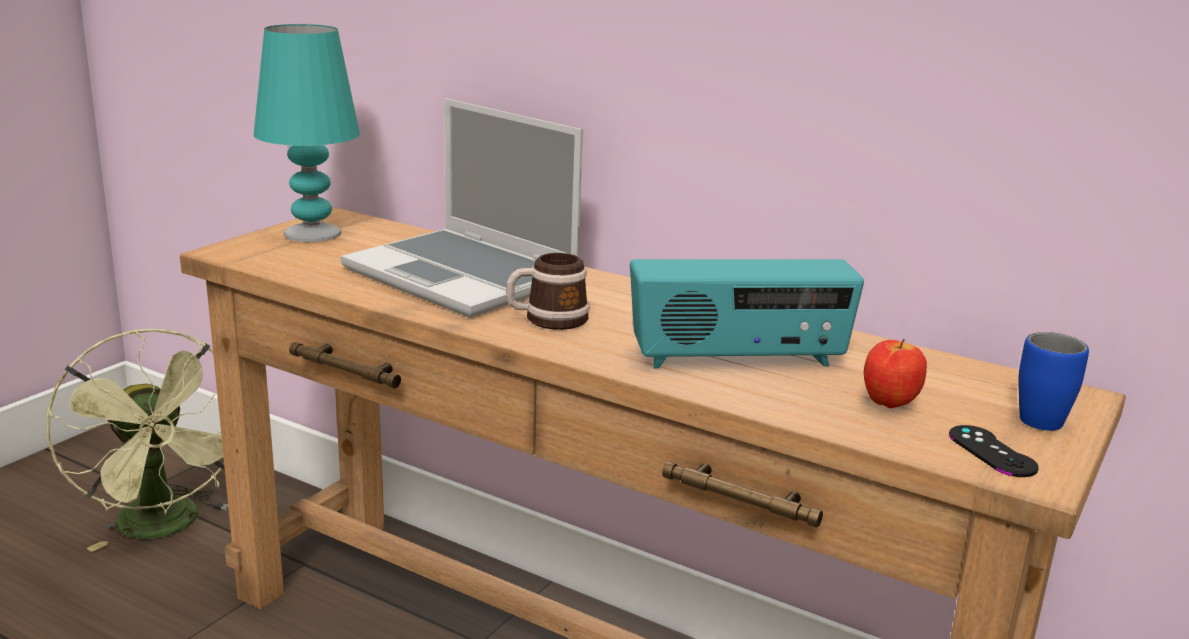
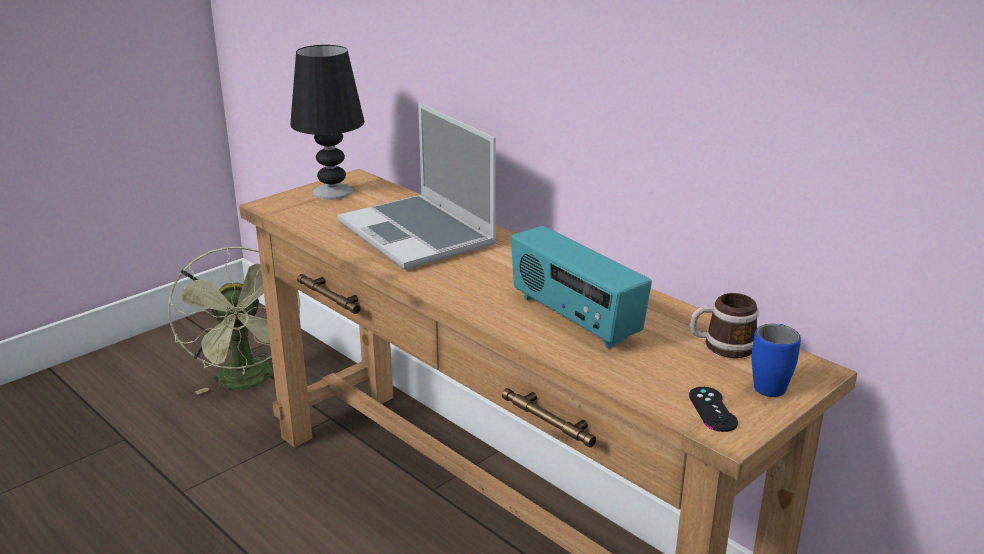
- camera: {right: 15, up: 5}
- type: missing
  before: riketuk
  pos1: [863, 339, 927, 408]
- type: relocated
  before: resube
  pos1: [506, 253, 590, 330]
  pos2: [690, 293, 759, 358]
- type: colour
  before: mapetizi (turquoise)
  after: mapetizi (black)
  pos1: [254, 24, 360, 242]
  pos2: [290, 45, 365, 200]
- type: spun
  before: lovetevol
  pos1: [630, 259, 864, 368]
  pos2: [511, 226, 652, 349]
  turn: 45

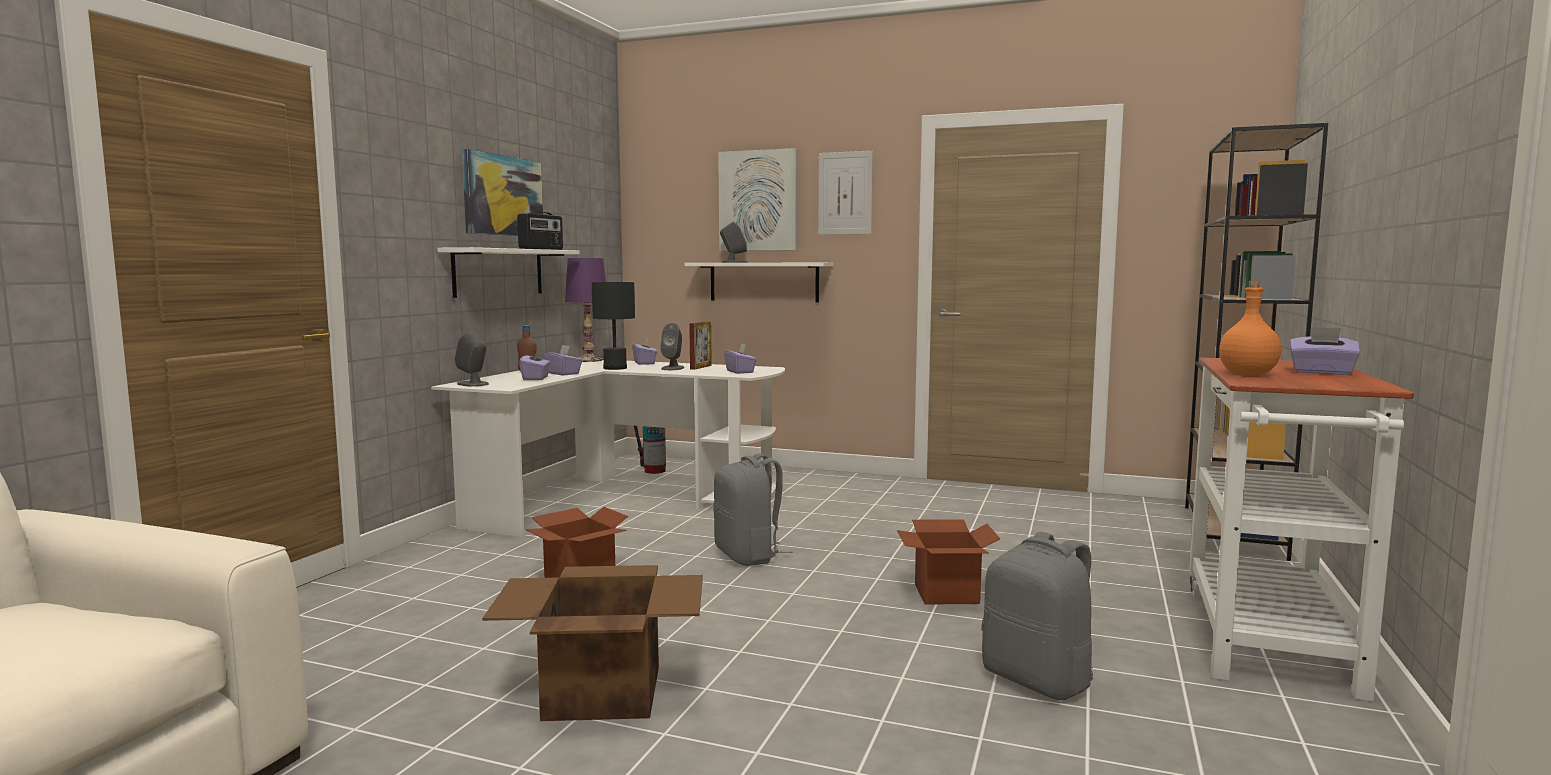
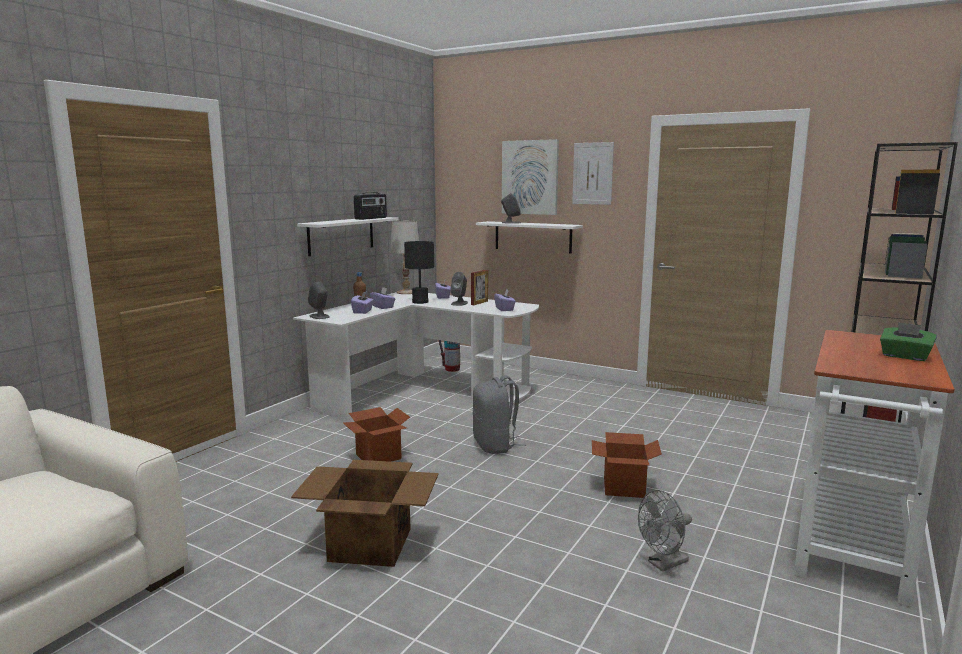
- camera: {right: 10, up: 5}
- type: missing
  before: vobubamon
  pos1: [462, 149, 543, 236]
- type: missing
  before: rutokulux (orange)
  pos1: [1219, 280, 1281, 375]
- type: exchanged
  before: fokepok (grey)
  after: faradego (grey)
  pos1: [982, 532, 1093, 700]
  pos2: [638, 490, 692, 572]
- type: colour
  before: mapetizi (purple)
  after: mapetizi (white)
  pos1: [565, 258, 606, 362]
  pos2: [390, 221, 419, 294]
- type: colour
  before: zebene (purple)
  after: zebene (green)
  pos1: [1290, 327, 1360, 375]
  pos2: [880, 322, 937, 361]

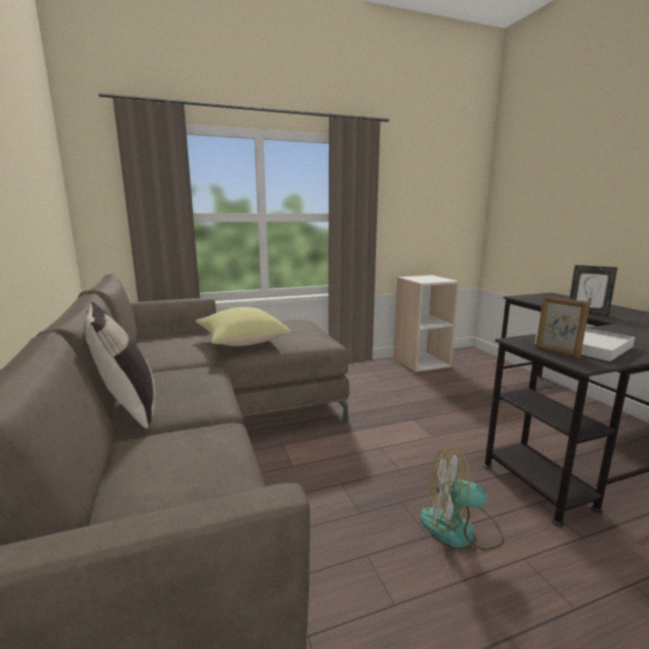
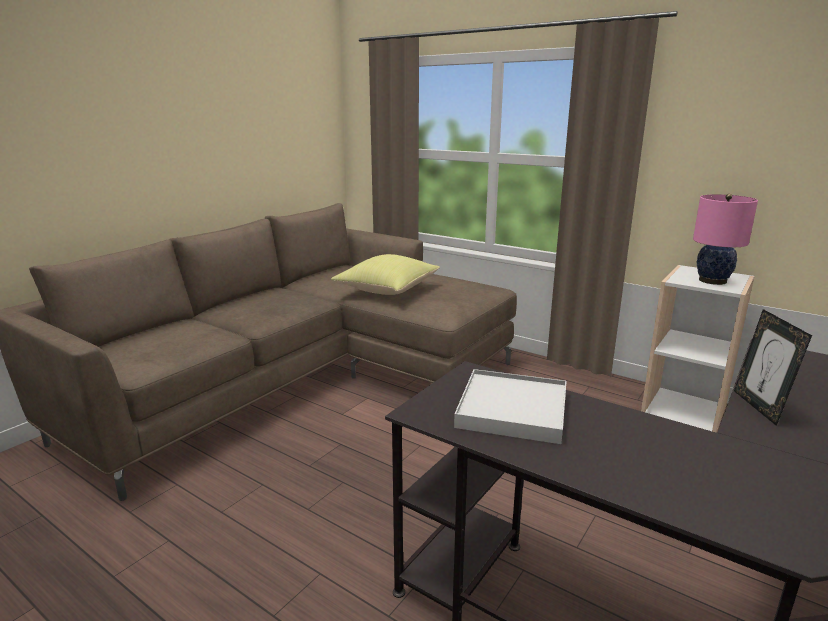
- camera: {right: 55, up: 5}
- type: missing
  before: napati
  pos1: [85, 301, 155, 429]
- type: missing
  before: faradego
  pos1: [420, 447, 504, 551]
- type: missing
  before: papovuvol
  pos1: [536, 296, 590, 358]
- type: appeared
  after: mapetizi (pink)
  pos2: [693, 194, 758, 285]

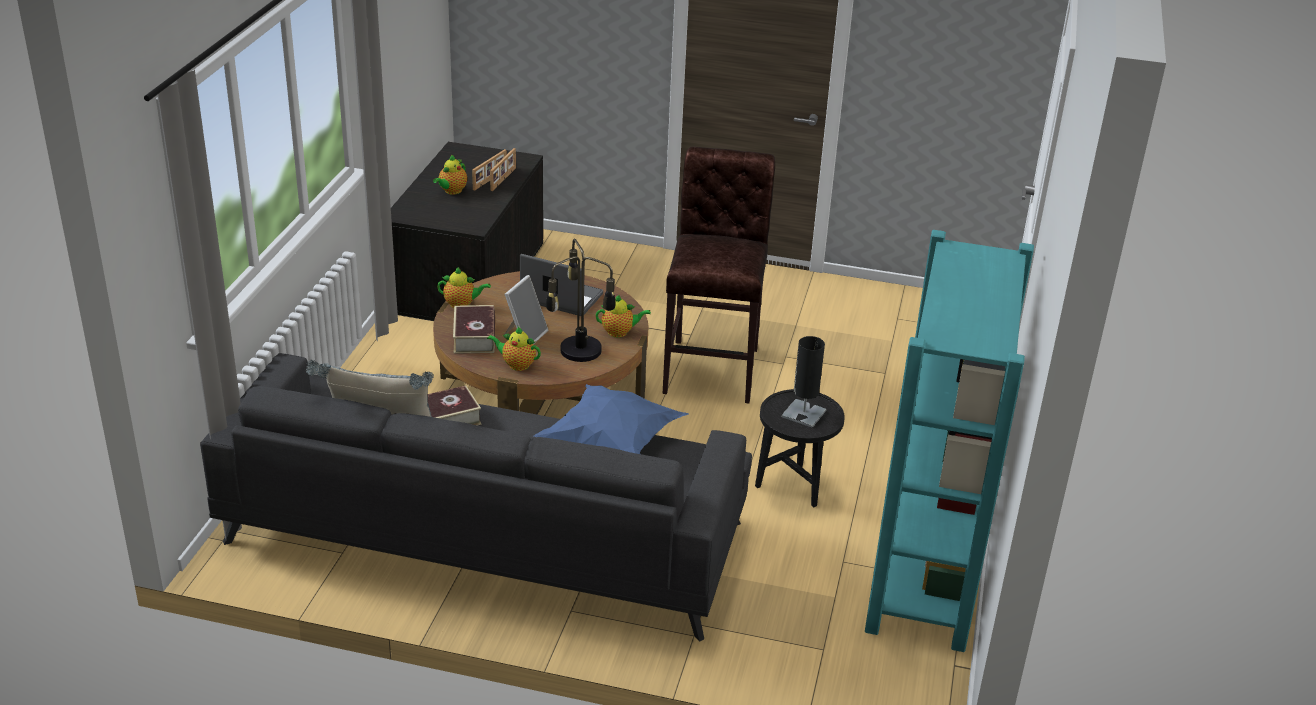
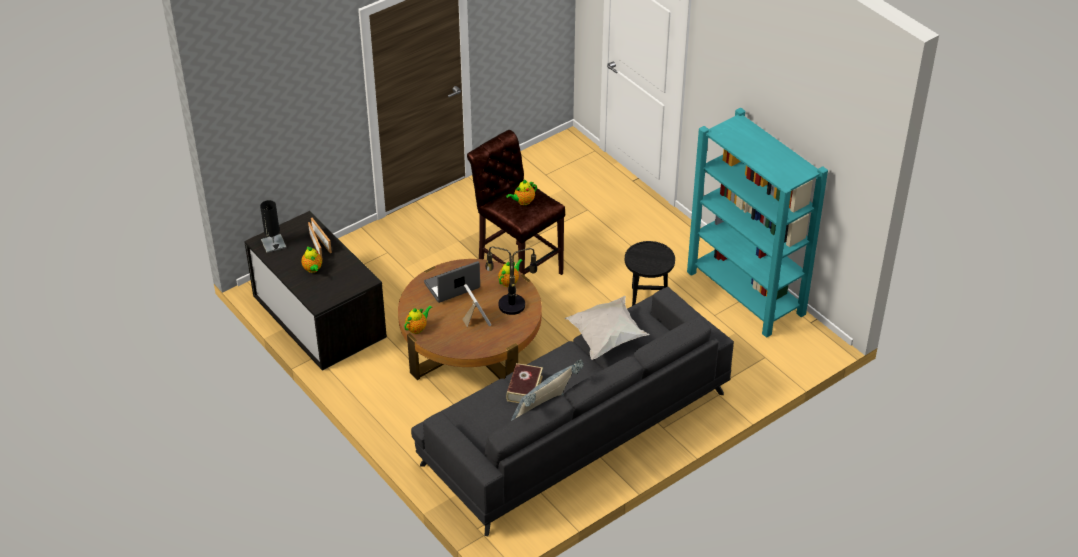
- camera: {right: -50, up: 10}
- type: missing
  before: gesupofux
  pos1: [453, 305, 495, 354]
- type: relocated
  before: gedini
  pos1: [487, 327, 541, 371]
  pos2: [506, 179, 537, 205]
- type: relocated
  before: mapetizi (black)
  pos1: [782, 336, 826, 428]
  pos2: [260, 200, 286, 253]
- type: colour
  before: napati (blue)
  after: napati (white)
  pos1: [534, 384, 689, 454]
  pos2: [565, 296, 650, 360]

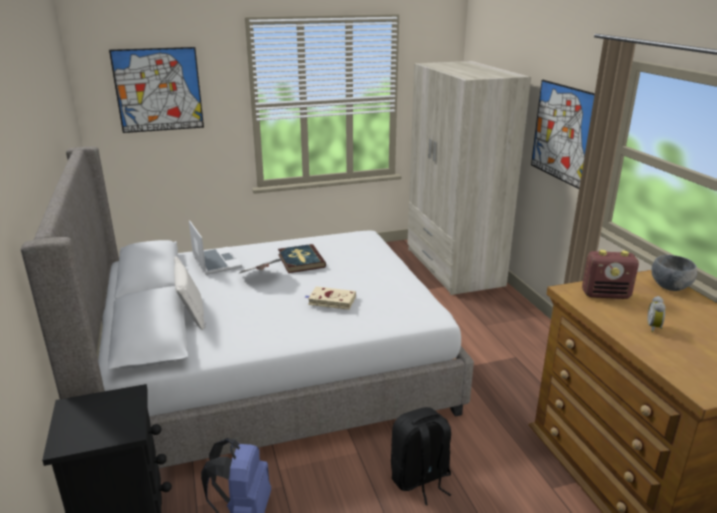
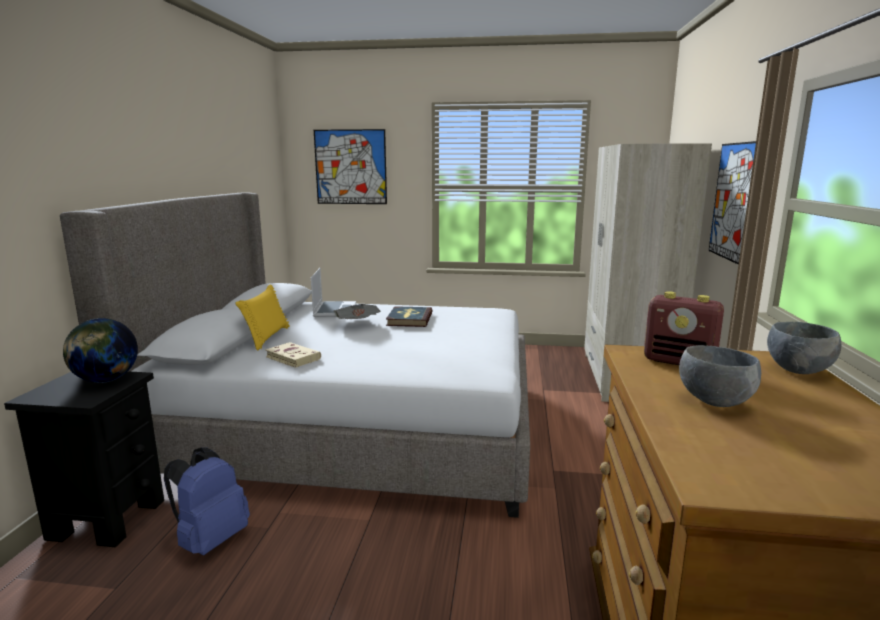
- camera: {right: 25, up: -10}
- type: missing
  before: fokepok (black)
  pos1: [391, 407, 451, 505]
- type: appeared
  after: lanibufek
  pos2: [63, 318, 138, 383]
- type: relocated
  before: gesupofux (beige)
  pos1: [304, 287, 356, 310]
  pos2: [265, 342, 321, 368]
- type: exchanged
  before: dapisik
  after: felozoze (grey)
  pos1: [648, 296, 666, 332]
  pos2: [679, 345, 761, 407]
- type: colour
  before: napati (white)
  after: napati (yellow)
  pos1: [174, 256, 206, 330]
  pos2: [235, 285, 289, 350]

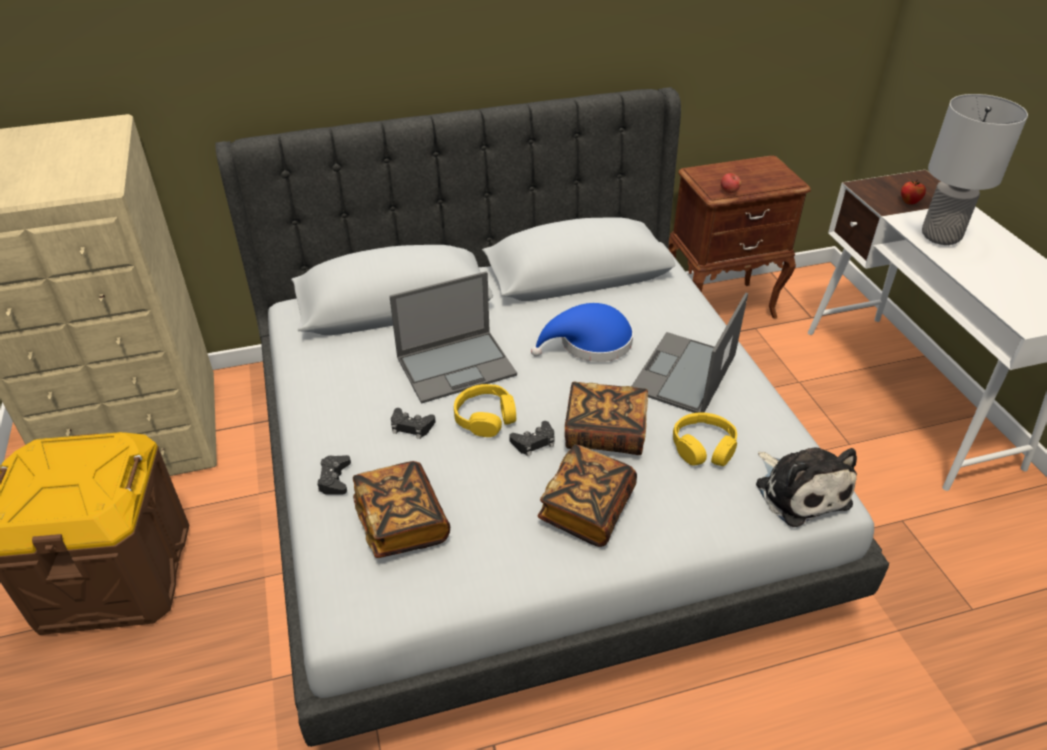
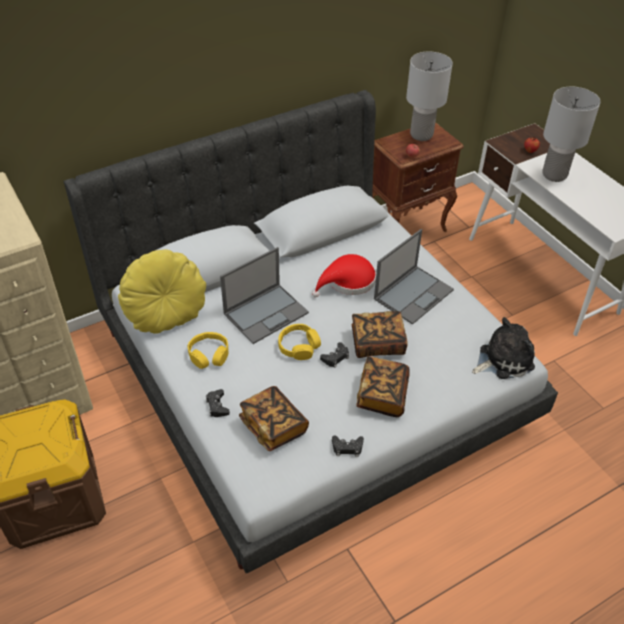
- camera: {right: -15, up: 5}
- type: appeared
  after: napati (yellow)
  pos2: [118, 250, 206, 334]
- type: appeared
  after: mapetizi (grey)
  pos2: [406, 51, 453, 141]
- type: relocated
  before: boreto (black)
  pos1: [391, 408, 436, 439]
  pos2: [332, 435, 364, 457]
- type: relocated
  before: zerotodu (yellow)
  pos1: [673, 412, 737, 466]
  pos2: [187, 332, 228, 369]
- type: colour
  before: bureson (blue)
  after: bureson (red)
  pos1: [531, 303, 633, 362]
  pos2: [312, 254, 376, 298]
- type: spun
  before: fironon
  pos1: [631, 293, 748, 413]
  pos2: [374, 229, 454, 325]
  turn: -150
- type: spun
  before: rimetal
  pos1: [756, 448, 857, 527]
  pos2: [472, 317, 535, 379]
  turn: -75

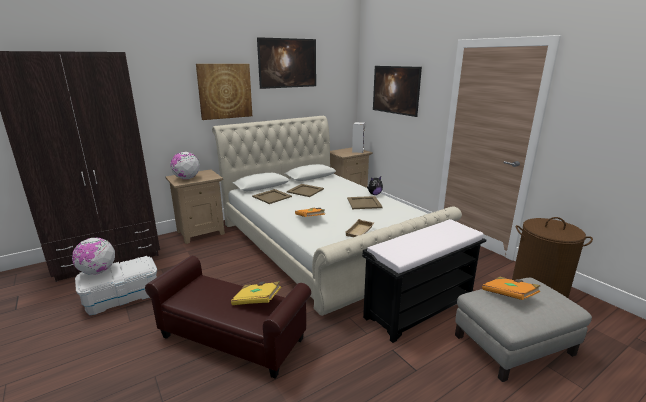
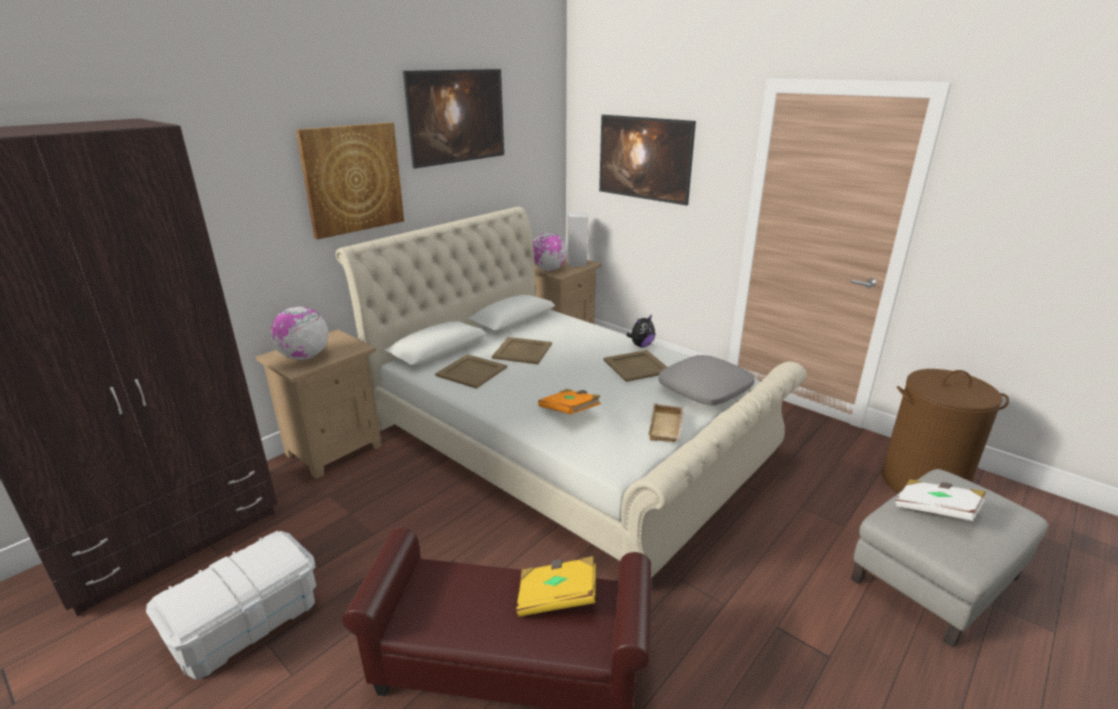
- camera: {right: -15, up: 5}
- type: missing
  before: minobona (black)
  pos1: [362, 219, 486, 343]
- type: appeared
  after: napati (grey)
  pos2: [658, 355, 755, 405]
- type: relocated
  before: lanibufek
  pos1: [72, 238, 115, 275]
  pos2: [533, 233, 568, 271]
- type: colour
  before: gesupofux (orange)
  after: gesupofux (white)
  pos1: [482, 277, 540, 300]
  pos2: [896, 479, 986, 521]

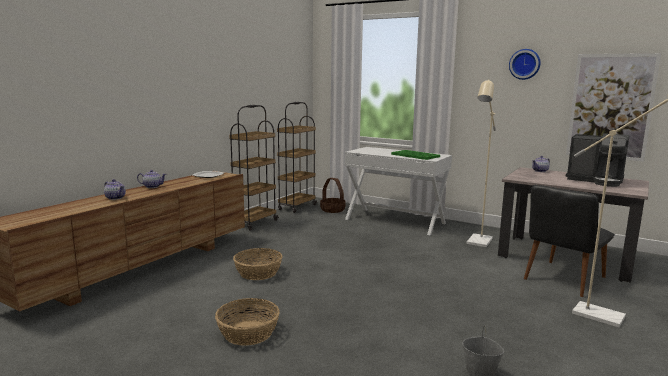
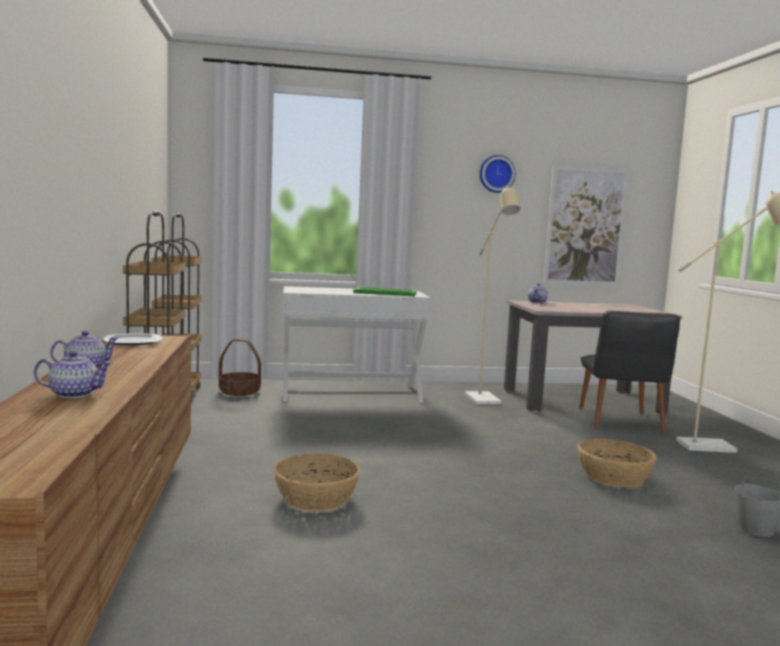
- camera: {right: -40, up: -5}
- type: missing
  before: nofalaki
  pos1: [565, 133, 630, 187]
- type: relocated
  before: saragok
  pos1: [215, 298, 280, 346]
  pos2: [578, 439, 657, 487]

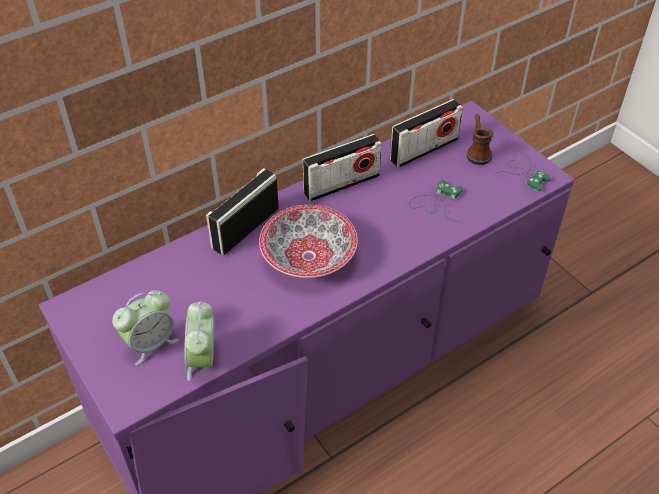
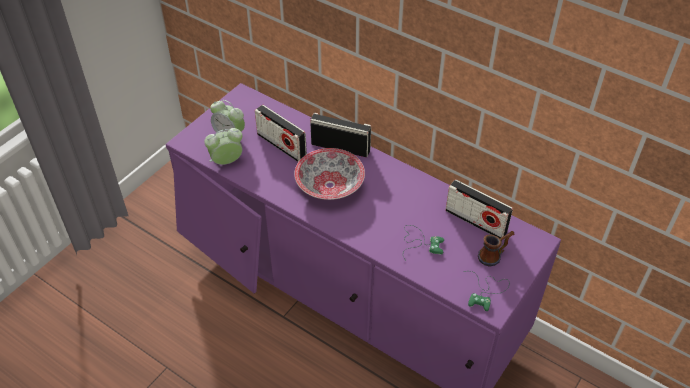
- camera: {right: 70, up: 0}
- type: relocated
  before: lovetevol
  pos1: [303, 134, 382, 201]
  pos2: [255, 105, 307, 162]

